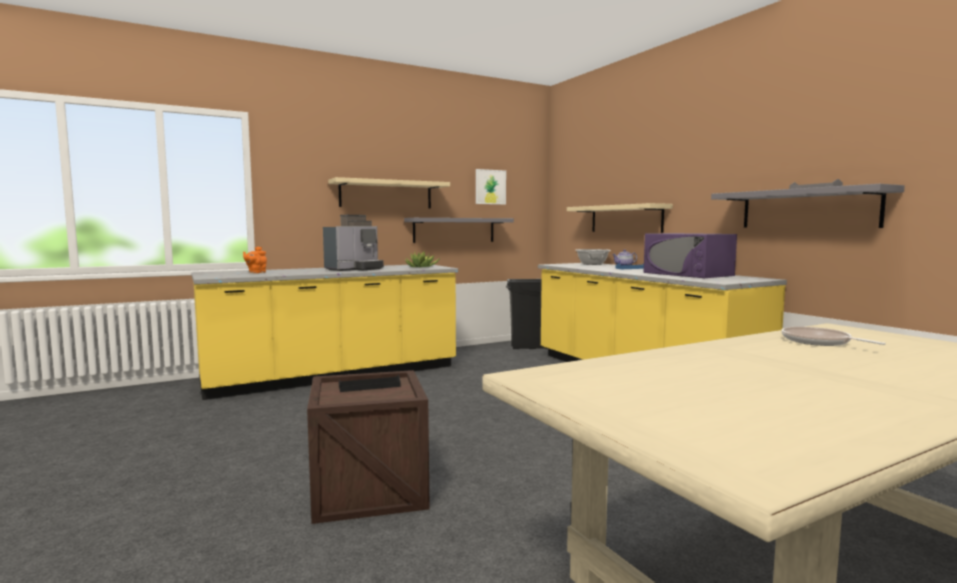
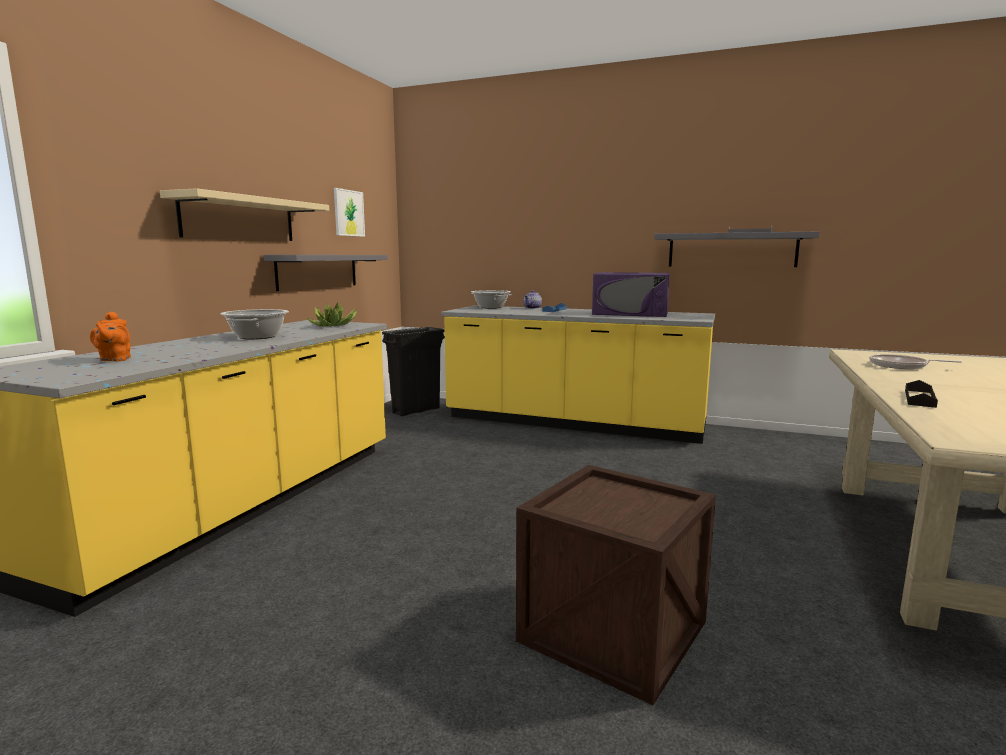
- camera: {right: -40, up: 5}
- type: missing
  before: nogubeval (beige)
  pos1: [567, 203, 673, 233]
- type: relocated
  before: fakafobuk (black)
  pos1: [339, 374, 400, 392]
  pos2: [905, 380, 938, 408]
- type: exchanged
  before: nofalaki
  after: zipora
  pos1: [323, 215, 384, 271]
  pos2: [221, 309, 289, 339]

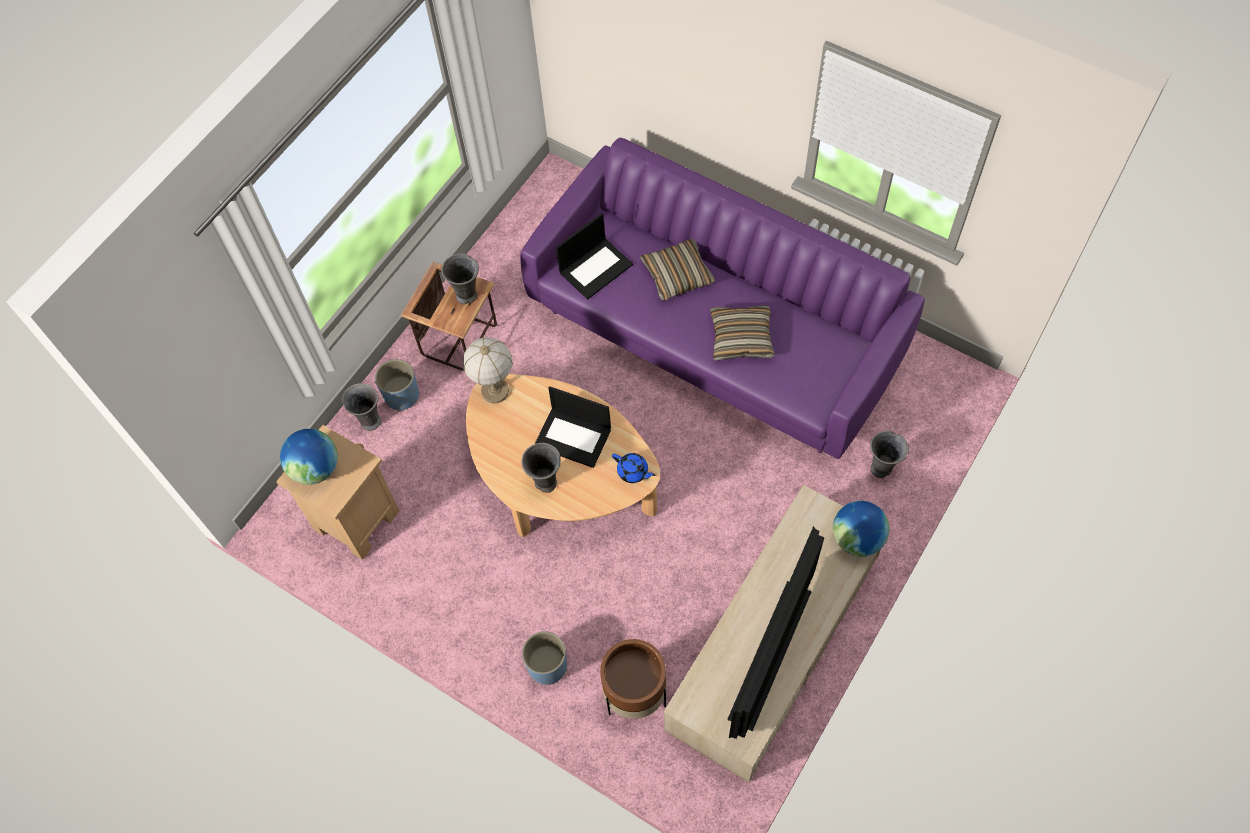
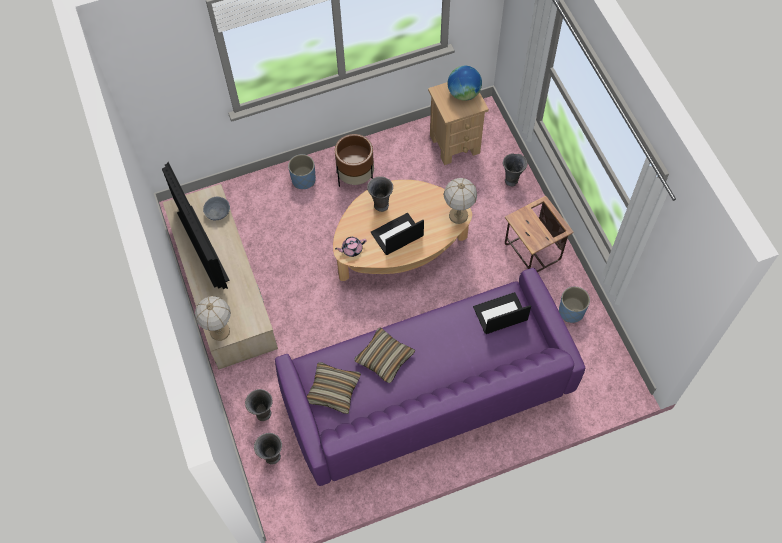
- camera: {right: 125, up: 0}
- type: appeared
  after: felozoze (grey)
  pos2: [203, 197, 230, 220]
- type: relocated
  before: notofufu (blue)
  pos1: [375, 359, 419, 411]
  pos2: [559, 287, 590, 323]
- type: relocated
  before: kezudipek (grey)
  pos1: [441, 253, 479, 305]
  pos2: [254, 433, 282, 465]
- type: relocated
  before: notofufu (brown)
  pos1: [600, 639, 667, 719]
  pos2: [335, 134, 374, 187]
- type: relocated
  before: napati
  pos1: [640, 239, 715, 300]
  pos2: [307, 362, 361, 414]
- type: exchanged
  before: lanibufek
  after: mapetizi
  pos1: [833, 501, 889, 557]
  pos2: [195, 296, 231, 341]
- type: colour
  before: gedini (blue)
  after: gedini (pink)
  pos1: [612, 453, 655, 483]
  pos2: [335, 237, 367, 257]
- type: spun
  before: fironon
  pos1: [556, 213, 633, 299]
  pos2: [473, 292, 531, 334]
  turn: 75

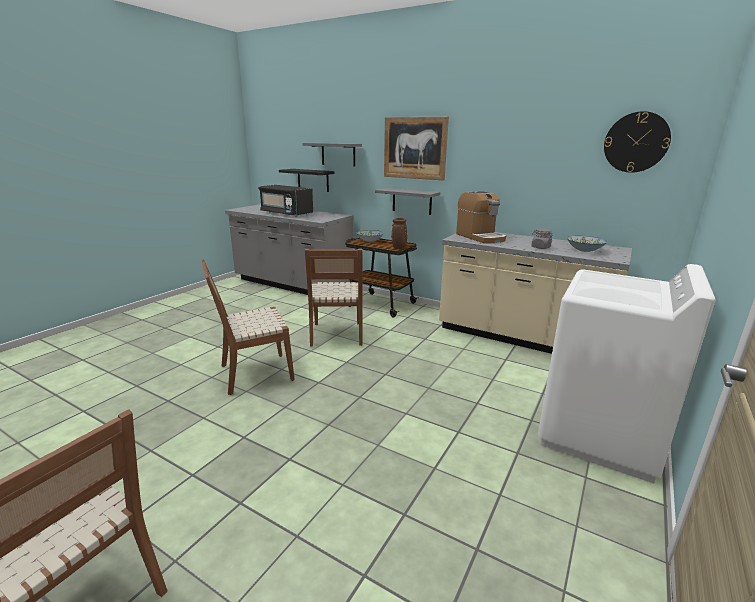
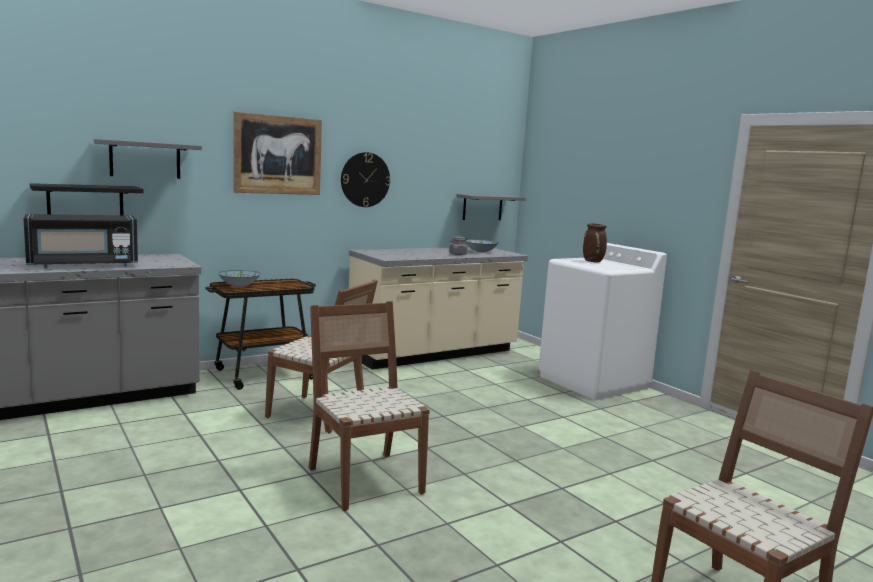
- camera: {right: -65, up: -10}
- type: missing
  before: nofalaki
  pos1: [456, 191, 506, 244]
- type: relocated
  before: nogubeval (grey)
  pos1: [375, 188, 440, 215]
  pos2: [456, 194, 526, 220]
- type: relocated
  before: kezudipek (brown)
  pos1: [391, 218, 407, 249]
  pos2: [583, 223, 607, 263]
- type: relocated
  before: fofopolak
  pos1: [604, 111, 671, 173]
  pos2: [341, 152, 391, 207]
- type: spun
  before: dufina
  pos1: [201, 259, 295, 395]
  pos2: [309, 301, 430, 511]
  turn: 150

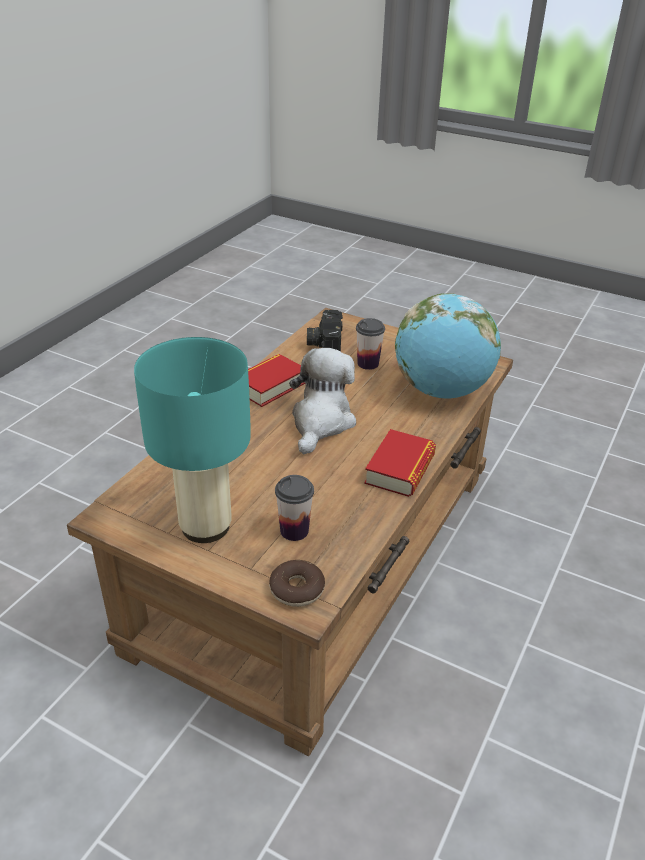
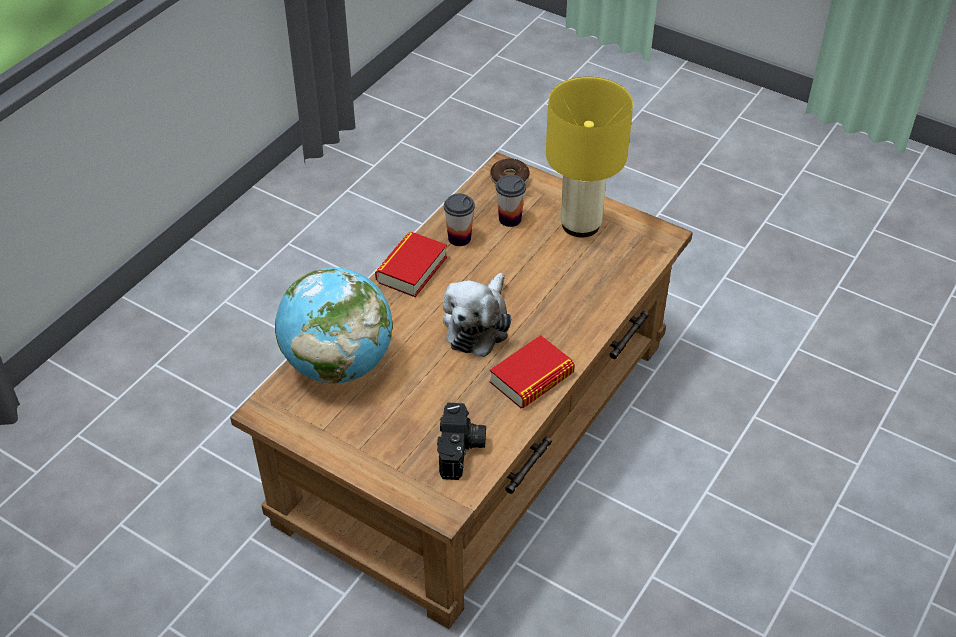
- camera: {right: -175, up: 10}
- type: relocated
  before: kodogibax
  pos1: [356, 318, 385, 370]
  pos2: [444, 193, 475, 246]
- type: colour
  before: mapetizi (turquoise)
  after: mapetizi (yellow)
  pos1: [134, 337, 251, 543]
  pos2: [546, 77, 633, 237]

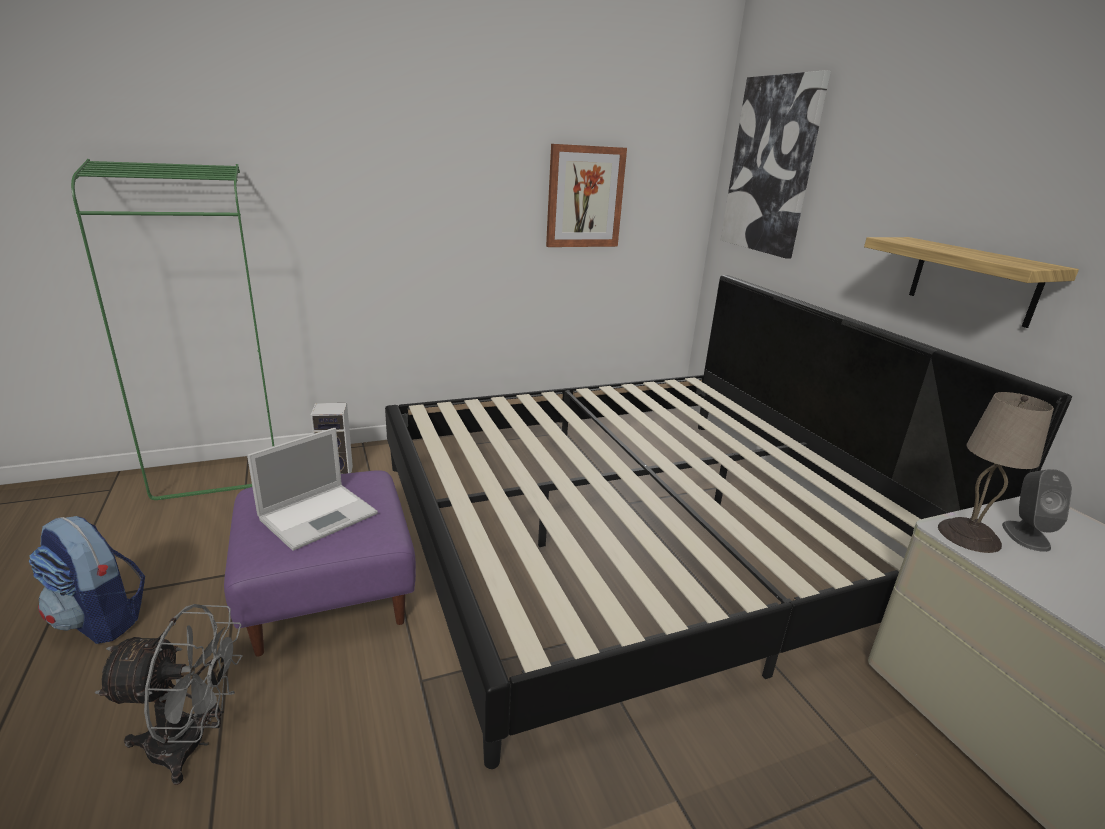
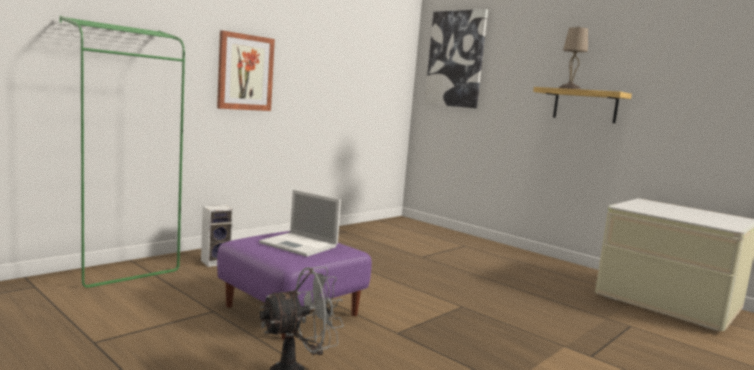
- camera: {right: -25, up: -15}
- type: missing
  before: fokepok
  pos1: [29, 516, 145, 644]
- type: missing
  before: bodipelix
  pos1: [385, 275, 1072, 769]
- type: missing
  before: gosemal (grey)
  pos1: [1002, 469, 1072, 552]
- type: relocated
  before: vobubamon
  pos1: [546, 144, 627, 247]
  pos2: [217, 30, 275, 111]
- type: relocated
  before: mapetizi (beige)
  pos1: [938, 392, 1054, 553]
  pos2: [559, 26, 588, 89]
- type: spun
  before: fironon
  pos1: [247, 428, 378, 551]
  pos2: [259, 190, 341, 257]
  turn: 105

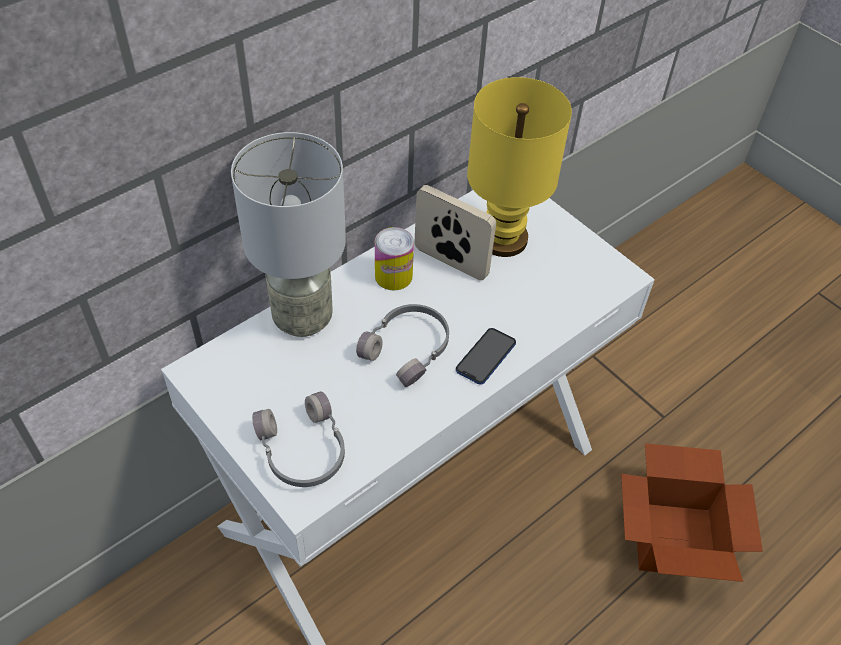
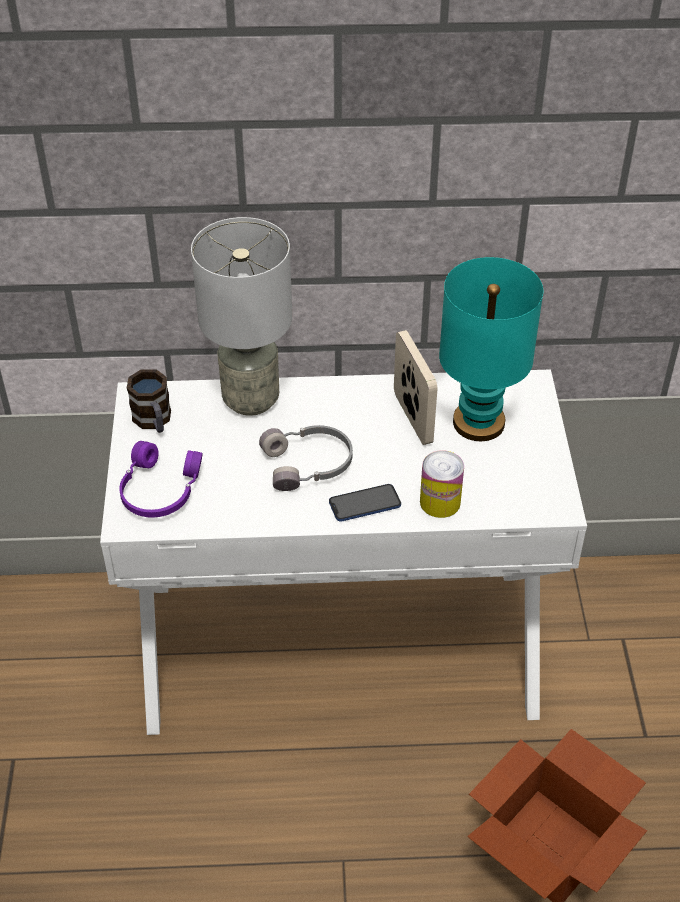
- camera: {right: 40, up: -5}
- type: appeared
  after: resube
  pos2: [127, 369, 171, 433]
- type: relocated
  before: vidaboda
  pos1: [375, 227, 414, 290]
  pos2: [420, 450, 464, 518]
- type: colour
  before: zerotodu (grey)
  after: zerotodu (purple)
  pos1: [252, 391, 345, 487]
  pos2: [119, 441, 203, 517]
- type: colour
  before: mapetizi (yellow)
  after: mapetizi (turquoise)
  pos1: [467, 77, 572, 257]
  pos2: [439, 257, 543, 441]

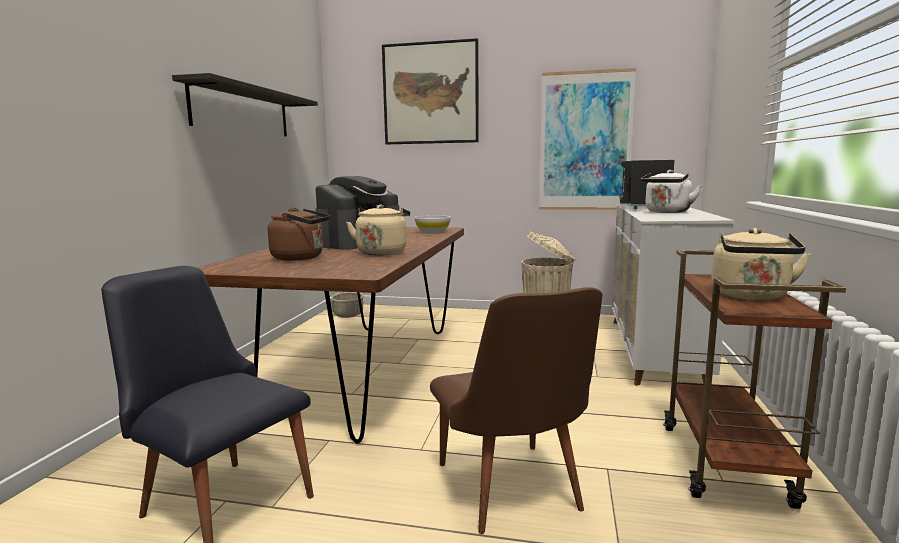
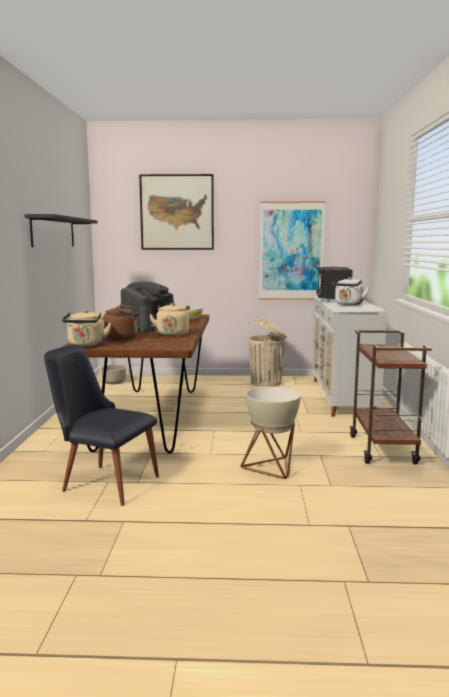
- camera: {right: -10, up: 0}
- type: relocated
  before: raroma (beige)
  pos1: [711, 228, 811, 300]
  pos2: [62, 310, 112, 347]
- type: exchanged
  before: dufina (brown)
  after: notofufu
  pos1: [430, 287, 603, 534]
  pos2: [240, 387, 301, 479]

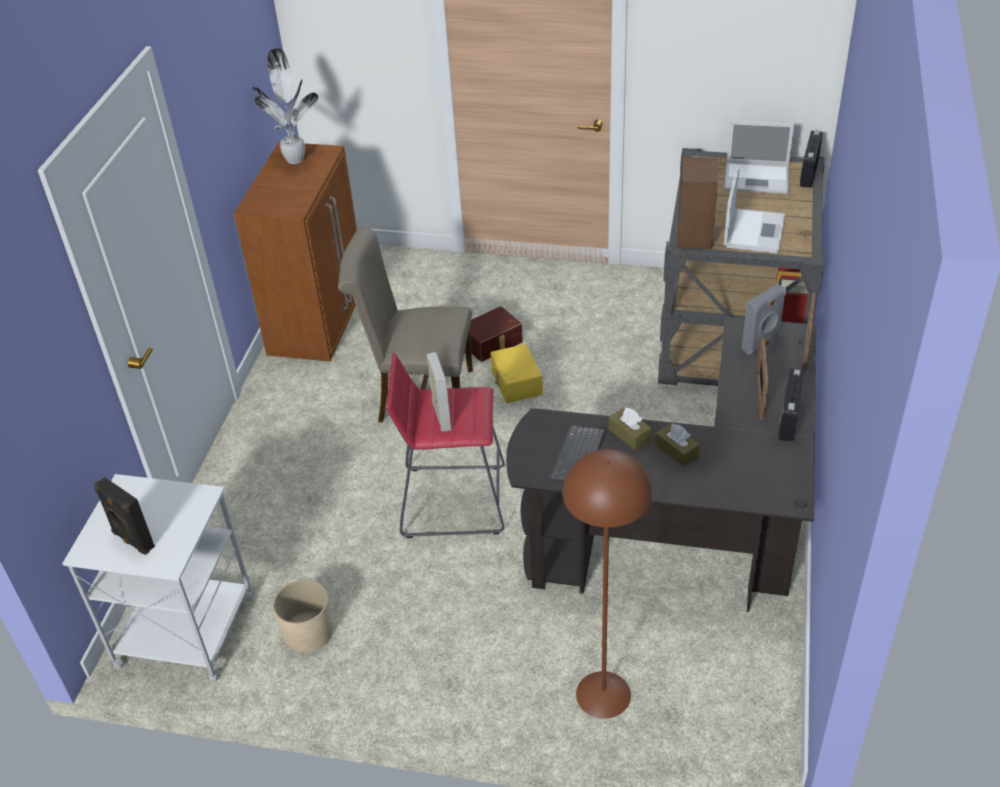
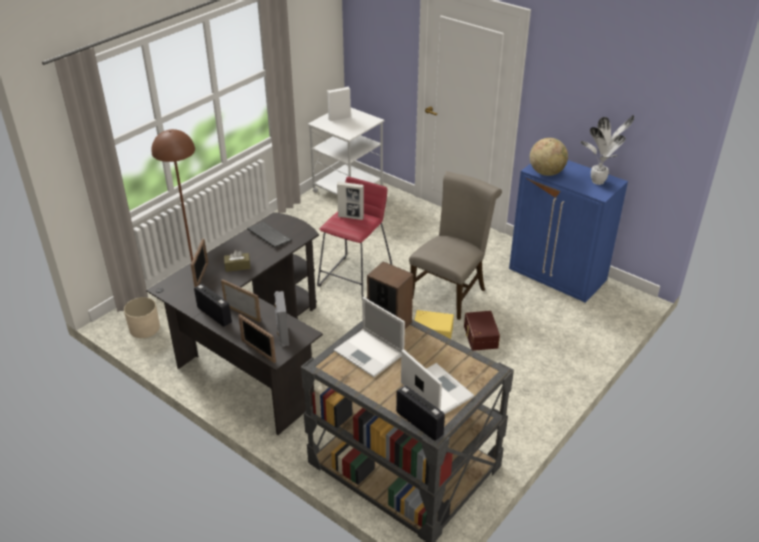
- camera: {right: 115, up: -5}
- type: missing
  before: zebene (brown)
  pos1: [609, 407, 651, 450]
- type: appeared
  after: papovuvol
  pos2: [191, 239, 208, 287]
- type: appeared
  after: lanibufek
  pos2: [530, 138, 568, 176]
- type: relocated
  before: notofufu (beige)
  pos1: [273, 580, 334, 652]
  pos2: [124, 297, 160, 338]
- type: colour
  before: gosemal (black)
  after: gosemal (white)
  pos1: [94, 477, 155, 555]
  pos2: [327, 87, 351, 121]
- type: colour
  before: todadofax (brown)
  after: todadofax (blue)
  pos1: [233, 142, 357, 362]
  pos2: [509, 160, 628, 303]
- type: spun
  before: fironon
  pos1: [724, 120, 794, 194]
  pos2: [401, 349, 474, 414]
  turn: 105

